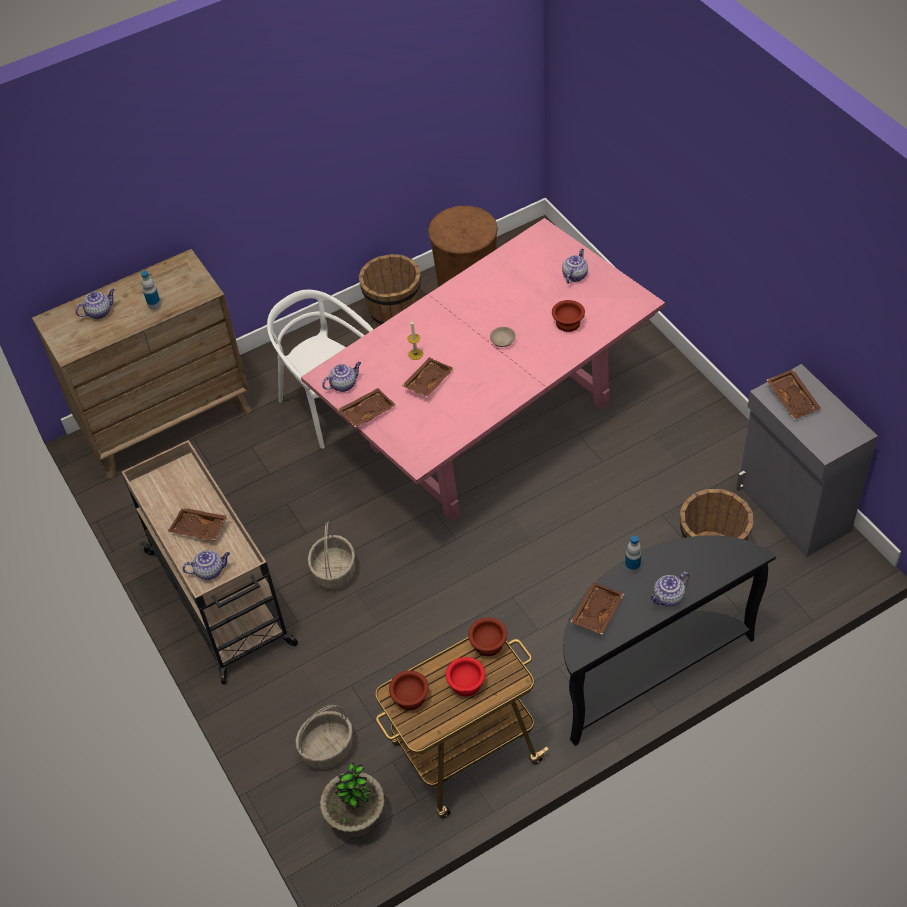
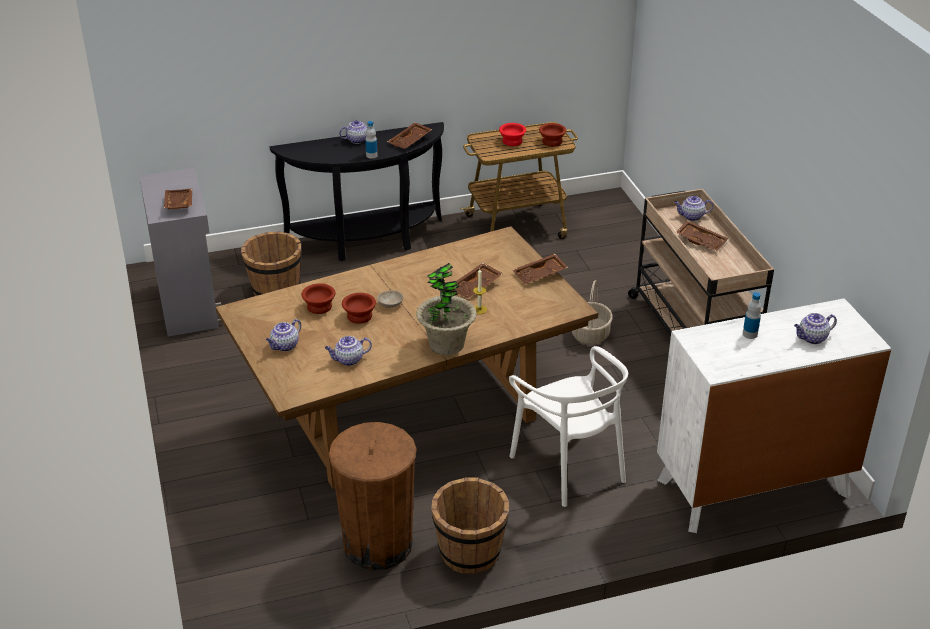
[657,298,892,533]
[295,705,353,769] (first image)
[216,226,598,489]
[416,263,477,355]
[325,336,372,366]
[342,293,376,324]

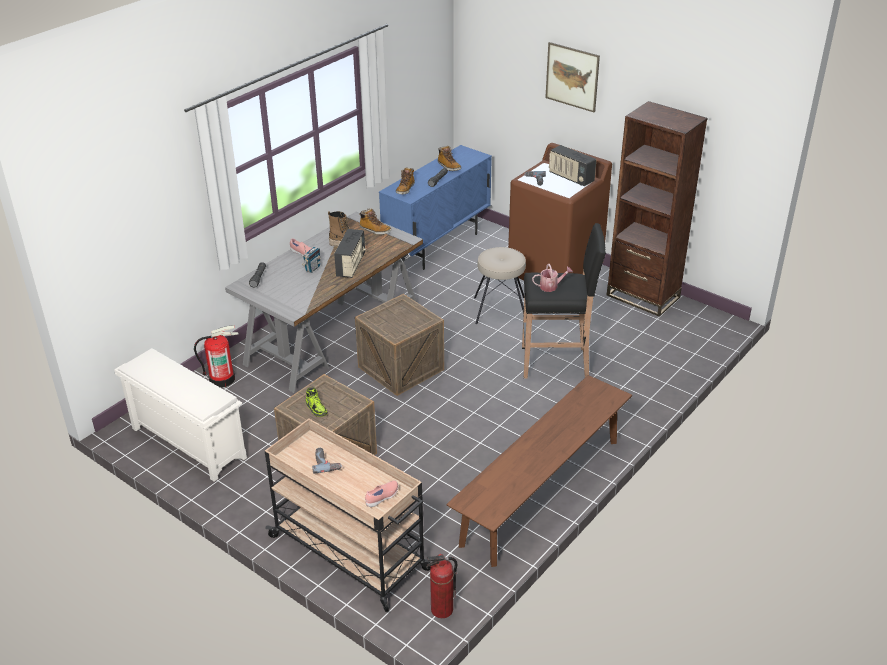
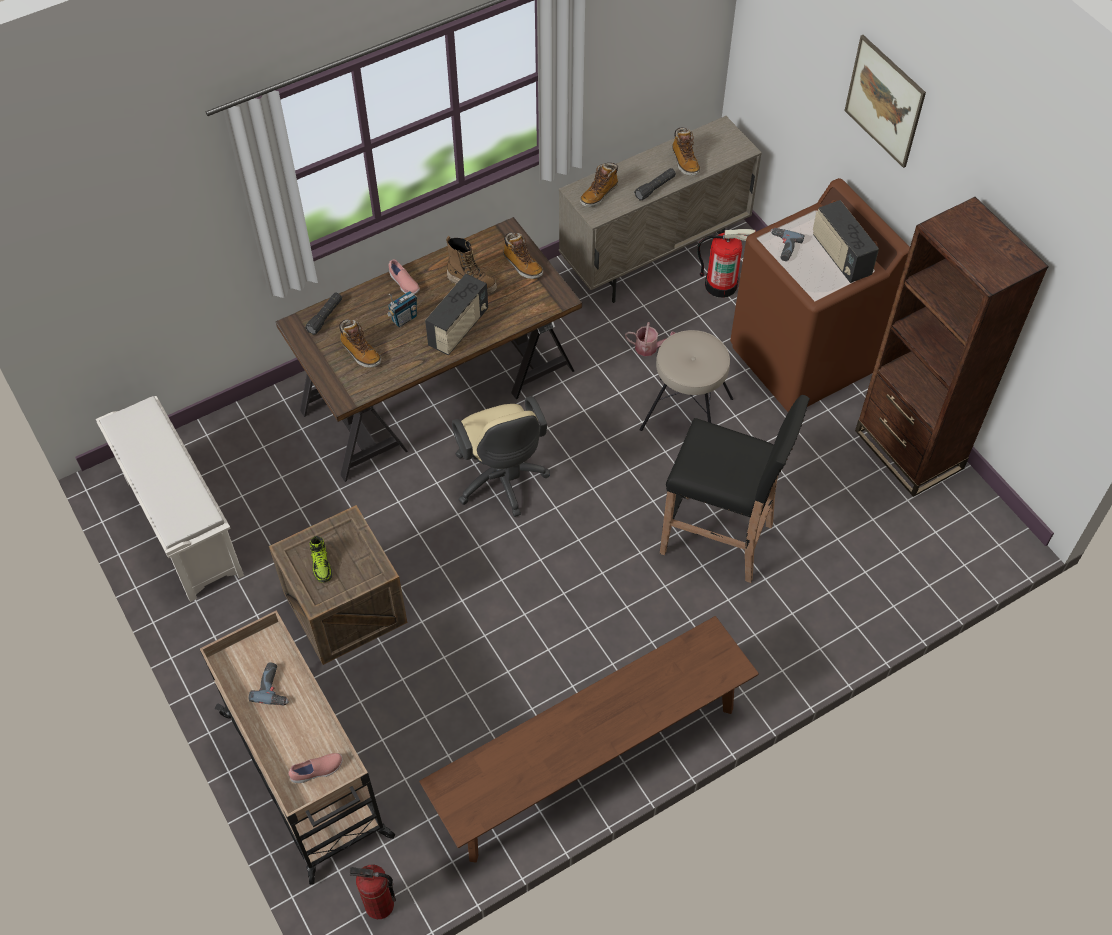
[697,229,756,298]
[276,217,582,482]
[452,396,550,517]
[559,116,762,303]
[625,322,675,356]
[339,319,381,368]

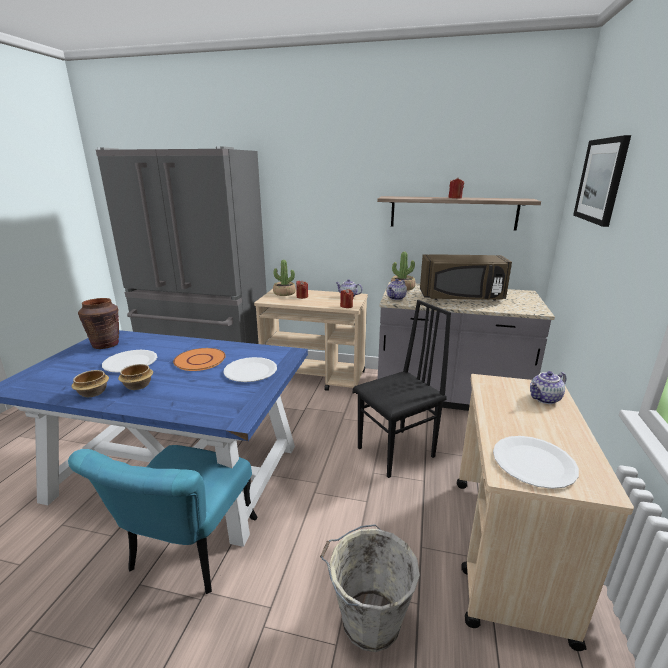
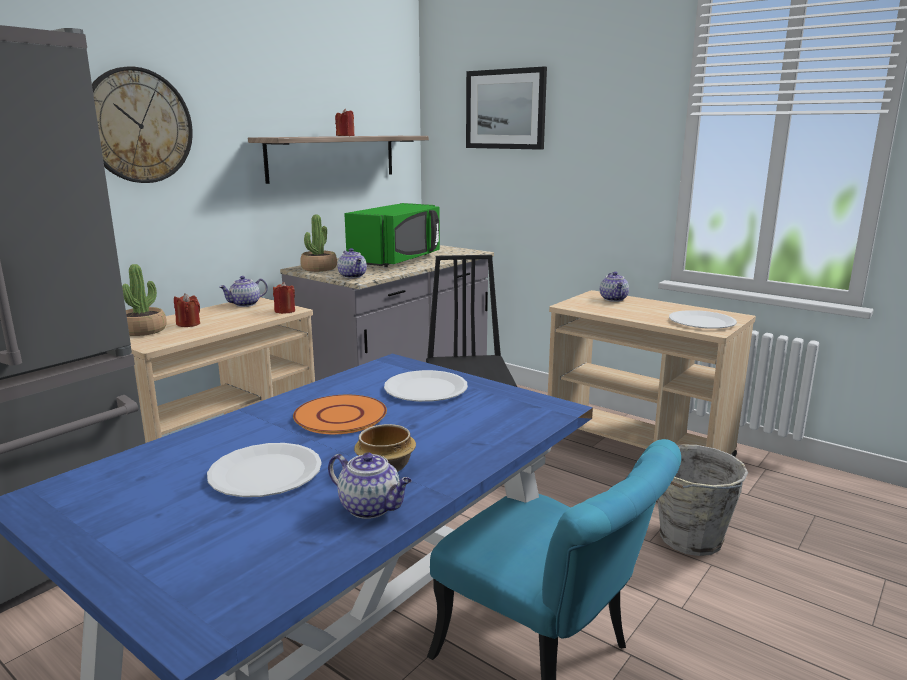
[328,452,412,519]
[78,298,119,349] (first image)
[344,203,440,267]
[92,67,193,183]

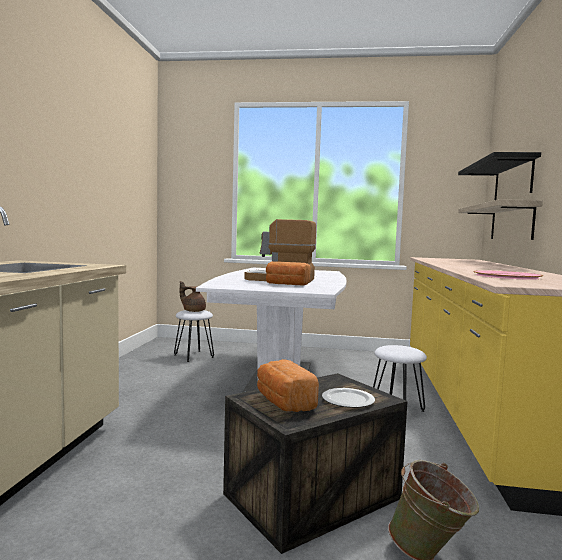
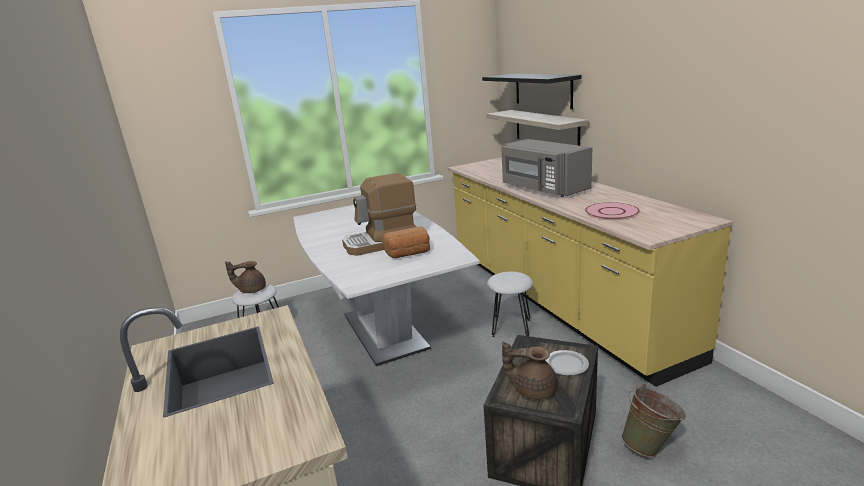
[502,342,557,400]
[501,139,592,197]

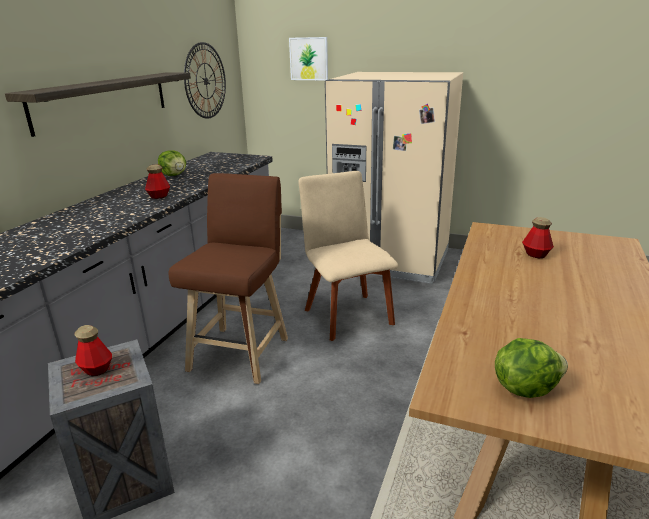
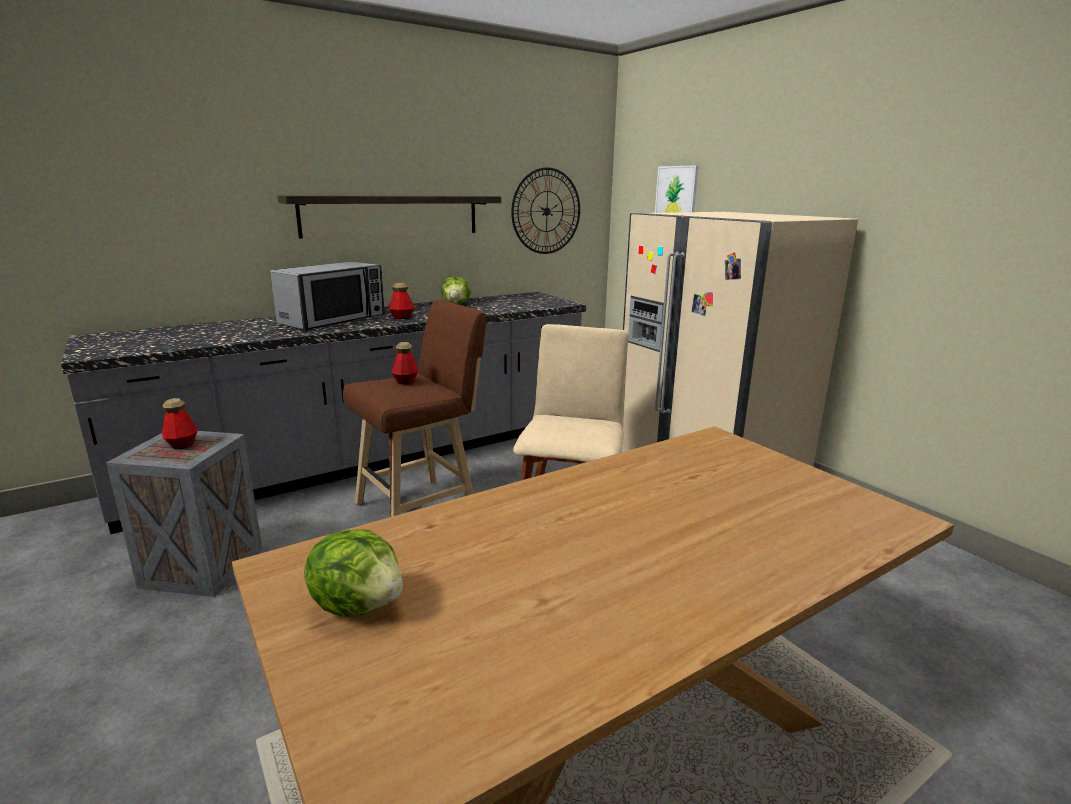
[392,342,418,384]
[270,261,385,330]

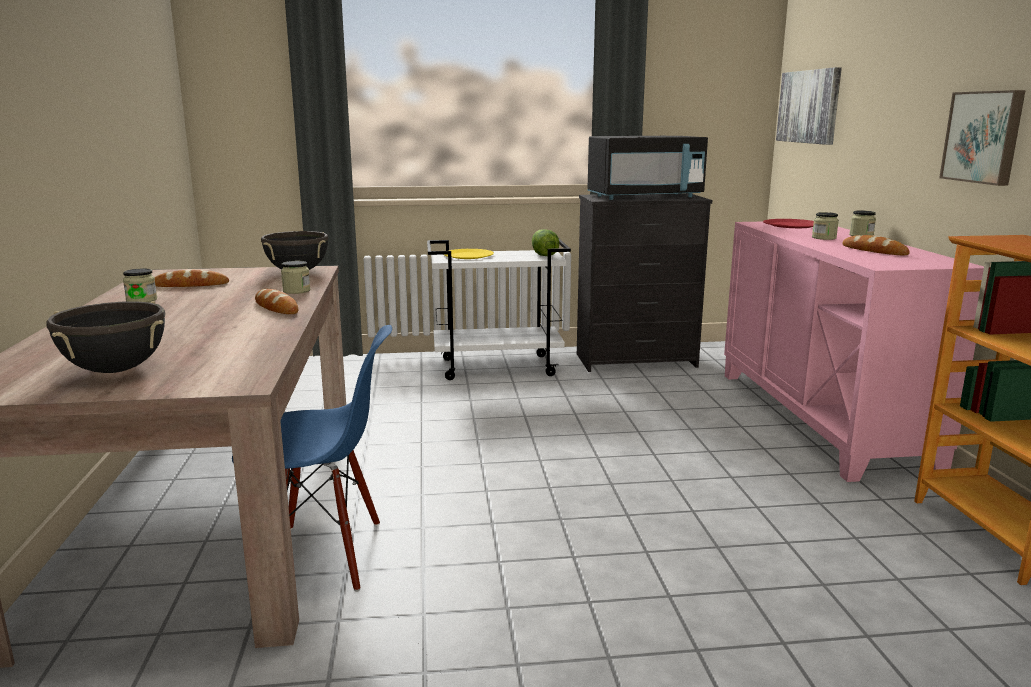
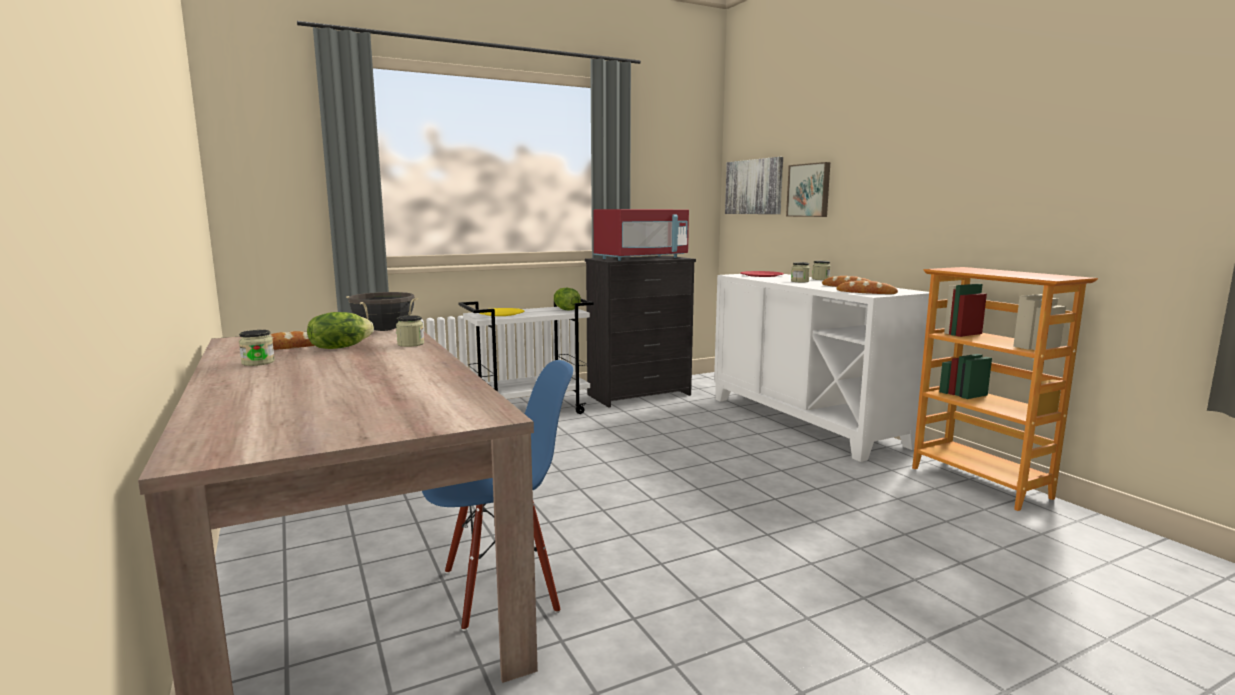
[46,301,166,373] (first image)
[837,281,898,294]
[593,209,689,261]
[714,274,929,462]
[786,162,830,217]
[307,312,374,349]

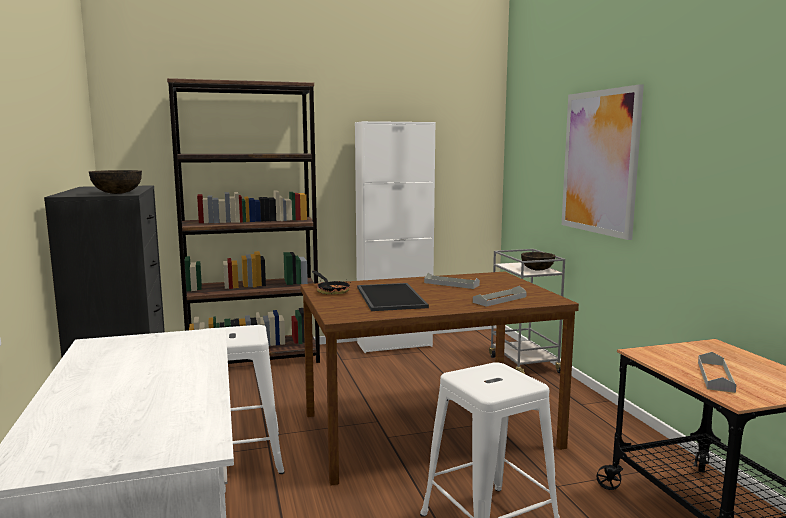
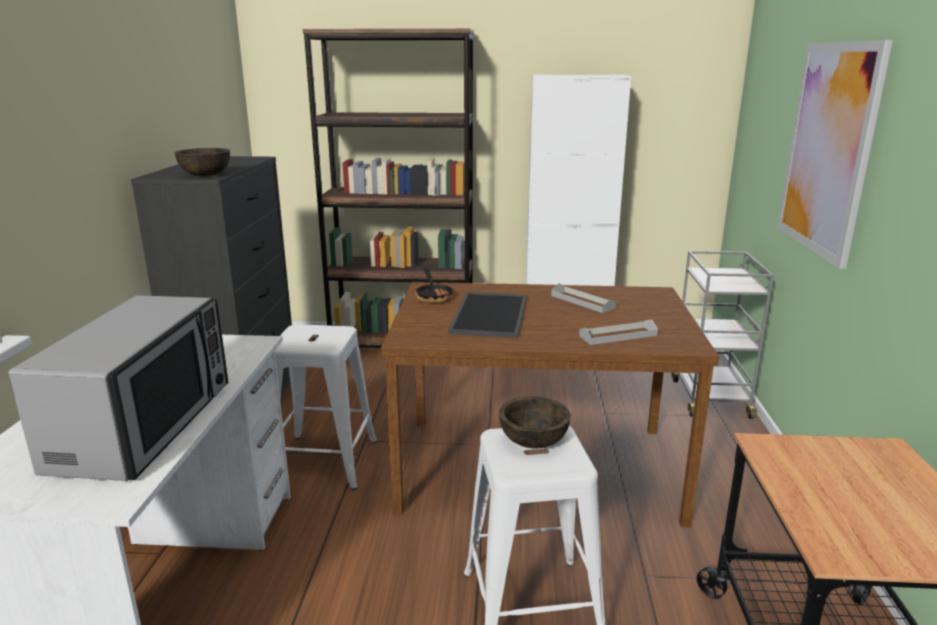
[499,396,571,448]
[698,352,737,393] (first image)
[8,295,229,481]

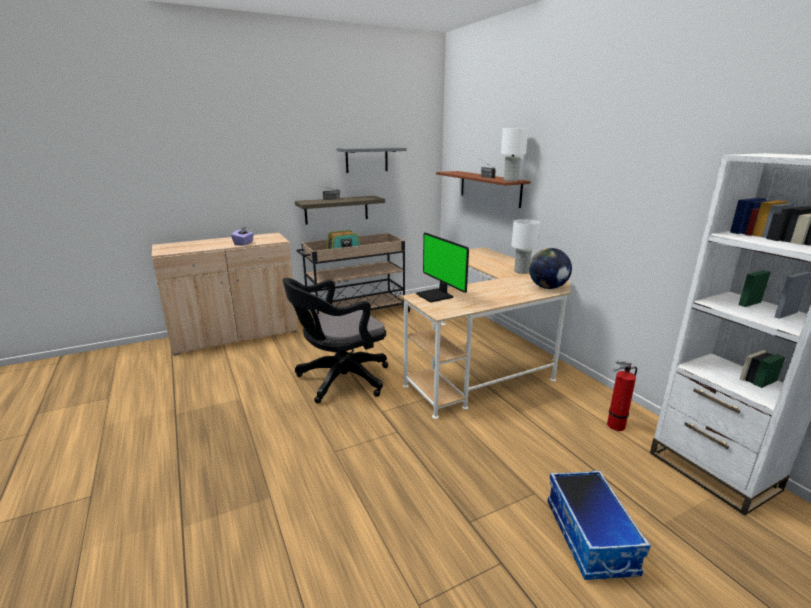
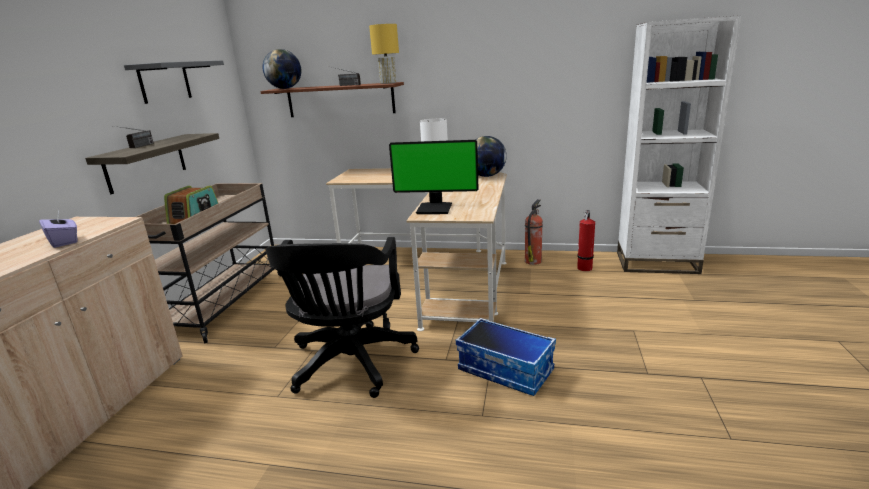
[369,24,399,84]
[456,318,556,396]
[262,49,301,89]
[525,199,543,265]

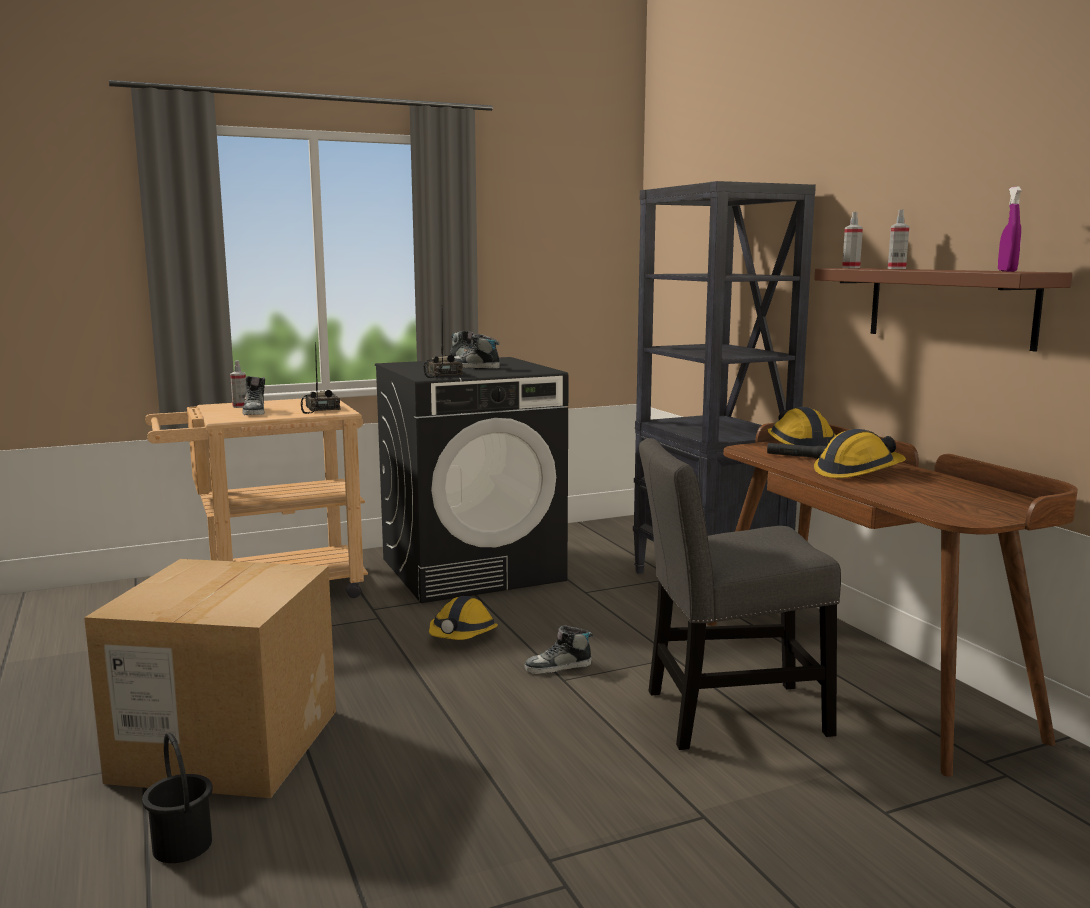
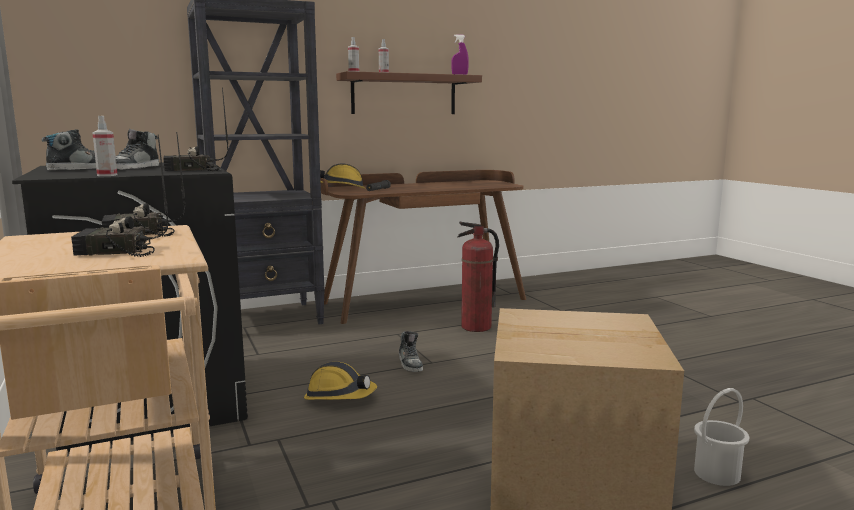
[694,388,749,486]
[92,116,117,176]
[71,135,168,257]
[458,222,499,332]
[814,429,906,478] (first image)

